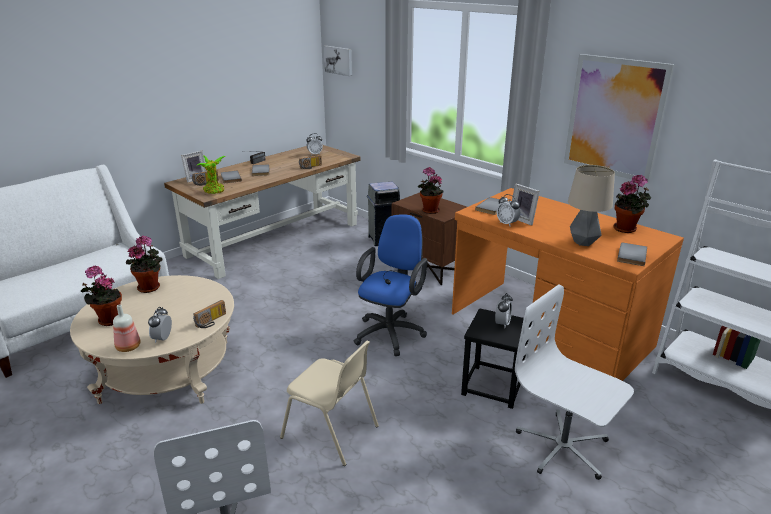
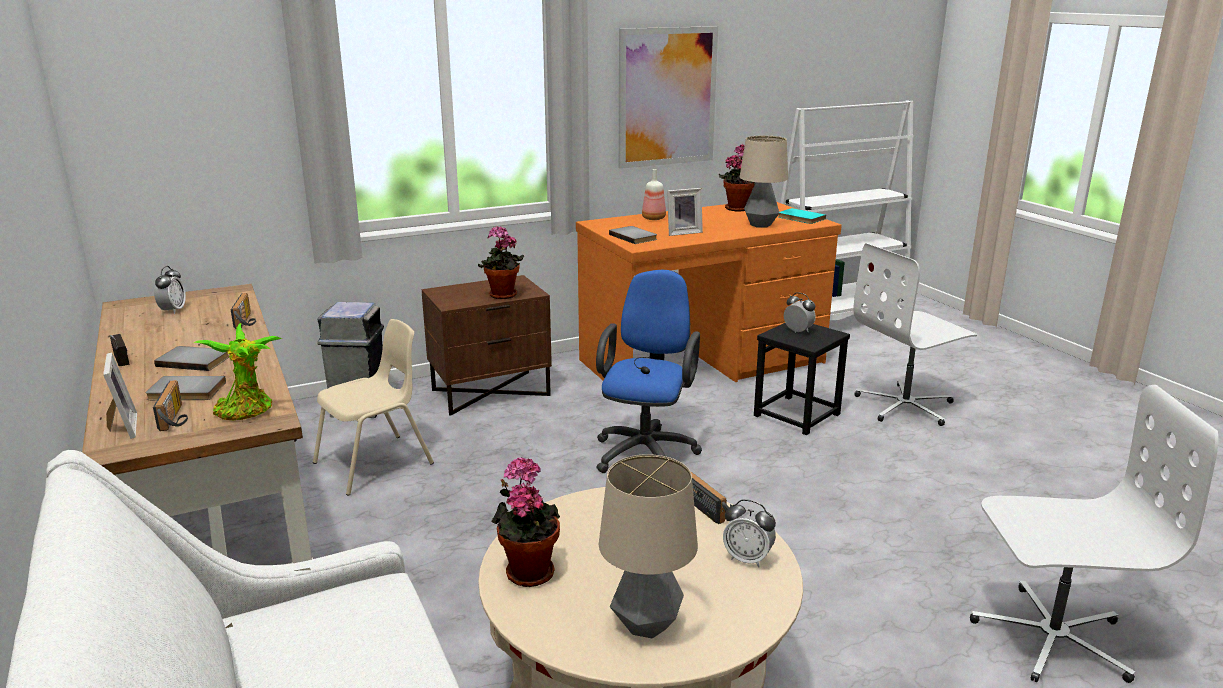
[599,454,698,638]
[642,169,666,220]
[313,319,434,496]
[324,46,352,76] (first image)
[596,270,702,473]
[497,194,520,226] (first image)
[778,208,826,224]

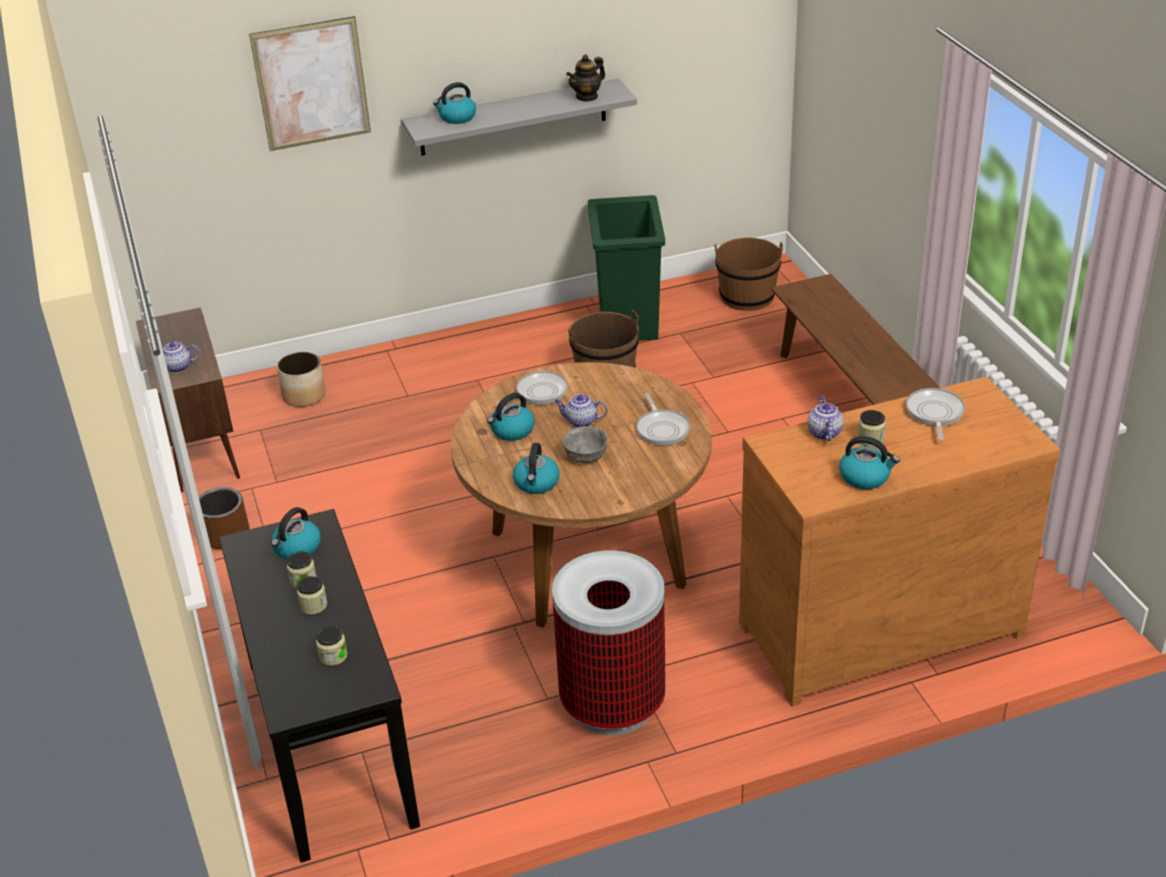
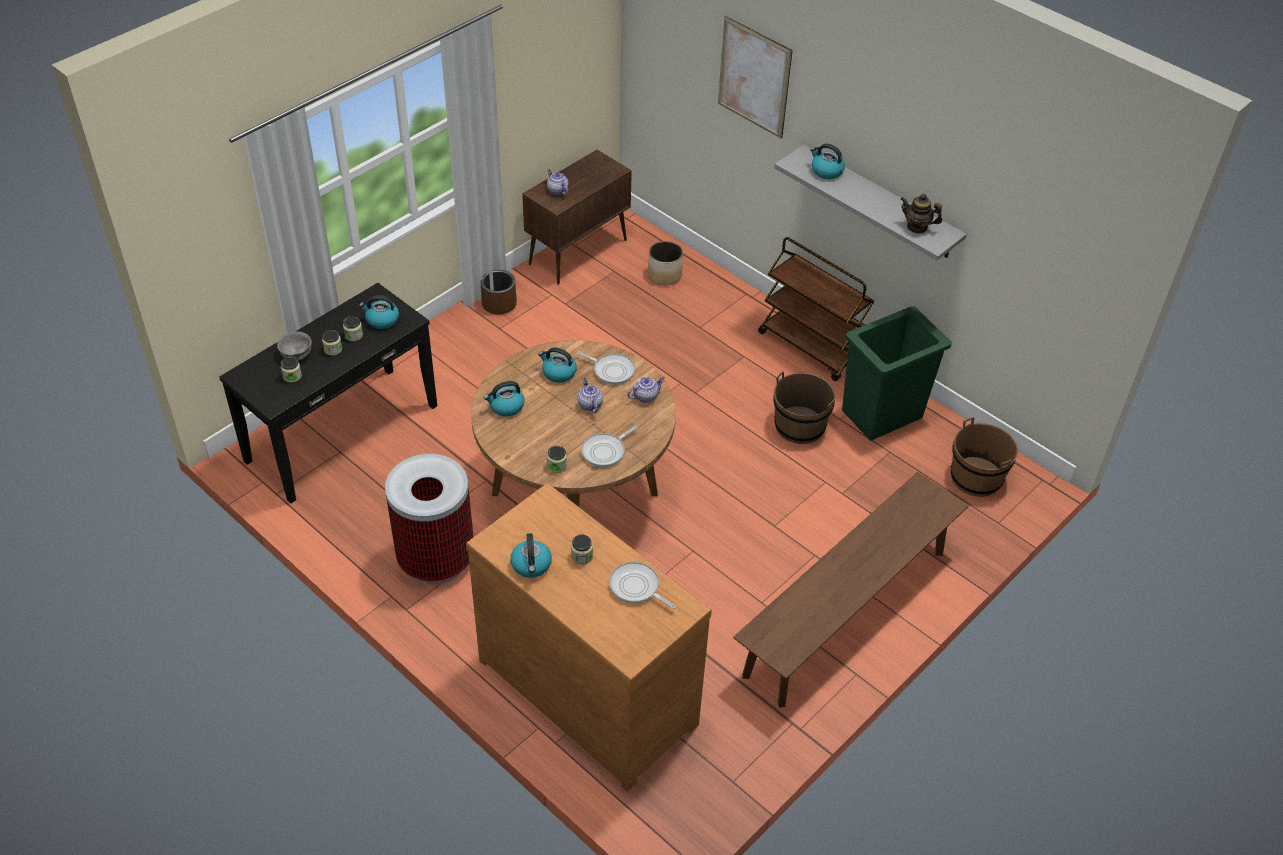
[277,331,312,361]
[627,376,665,403]
[609,562,676,609]
[547,446,567,473]
[758,237,874,381]

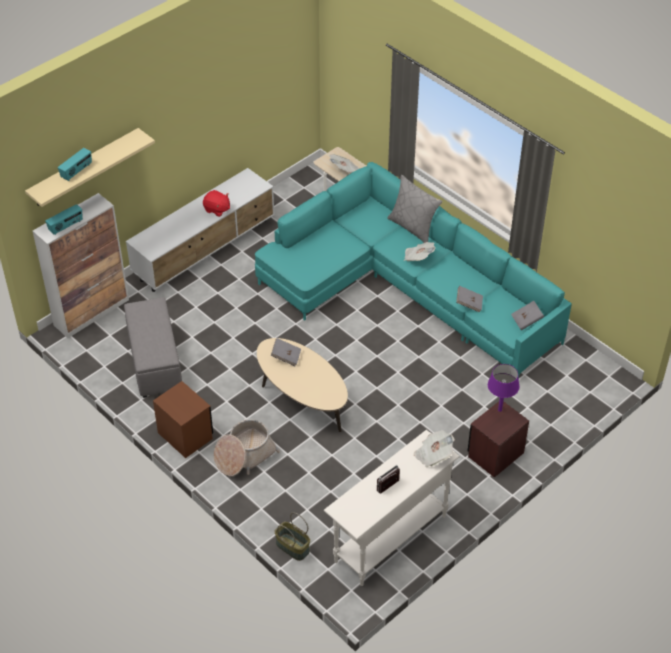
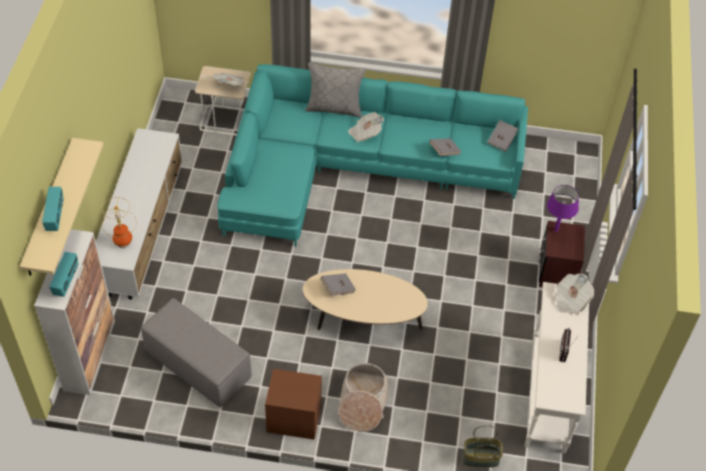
[203,190,230,217] (first image)
[102,197,137,248]

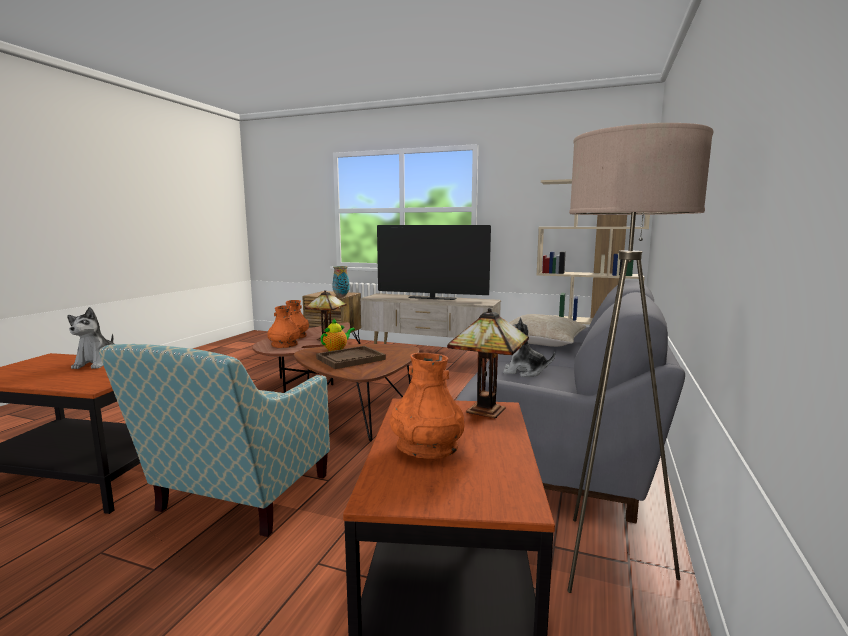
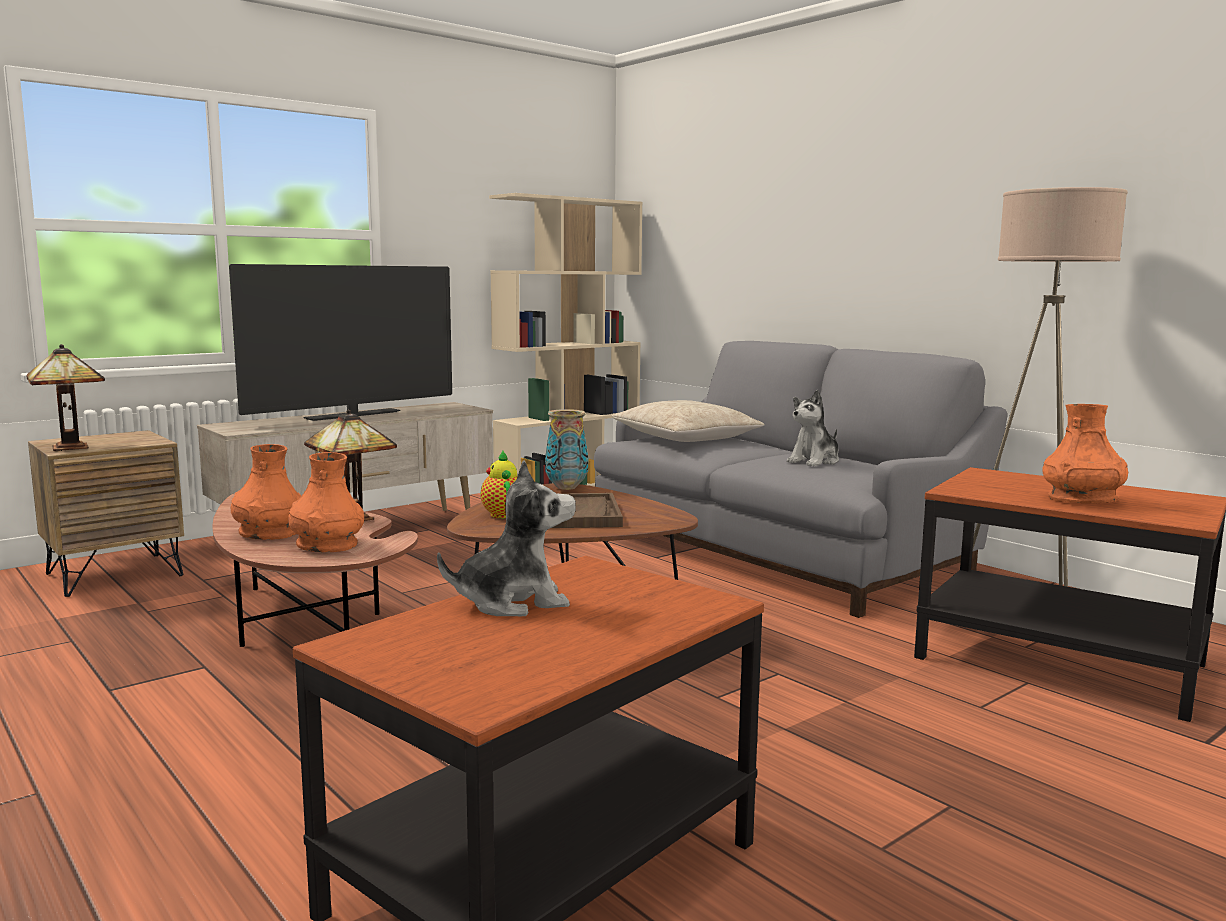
[437,460,576,616]
[99,344,330,537] (first image)
[545,409,588,490]
[26,344,105,451]

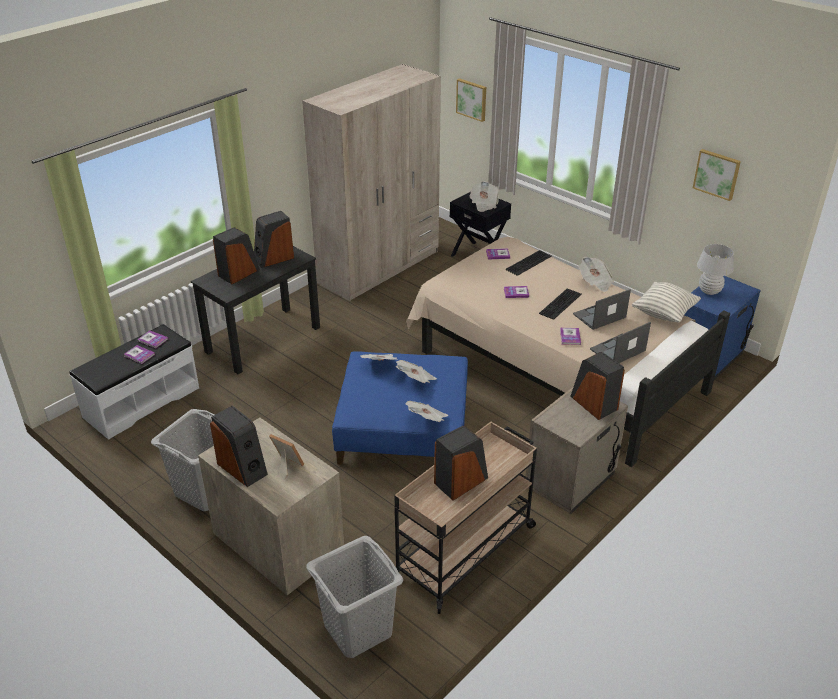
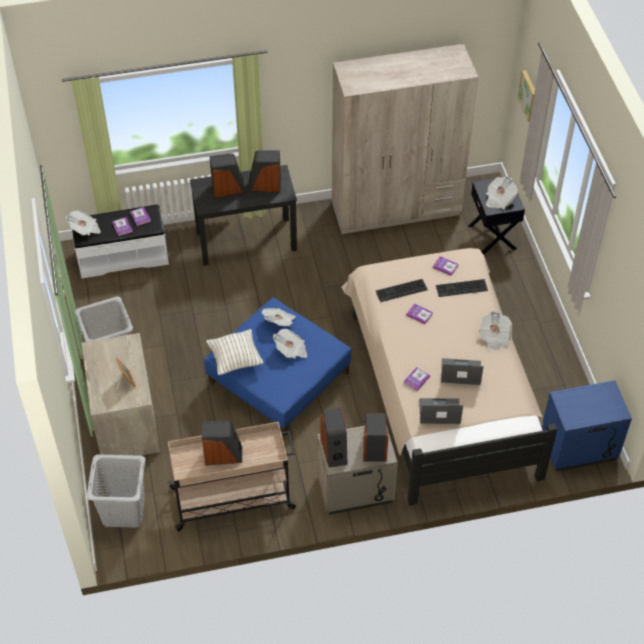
[321,408,347,467]
[66,210,101,235]
[376,279,428,302]
[206,329,264,375]
[693,149,741,201] (first image)
[697,244,734,295] (first image)

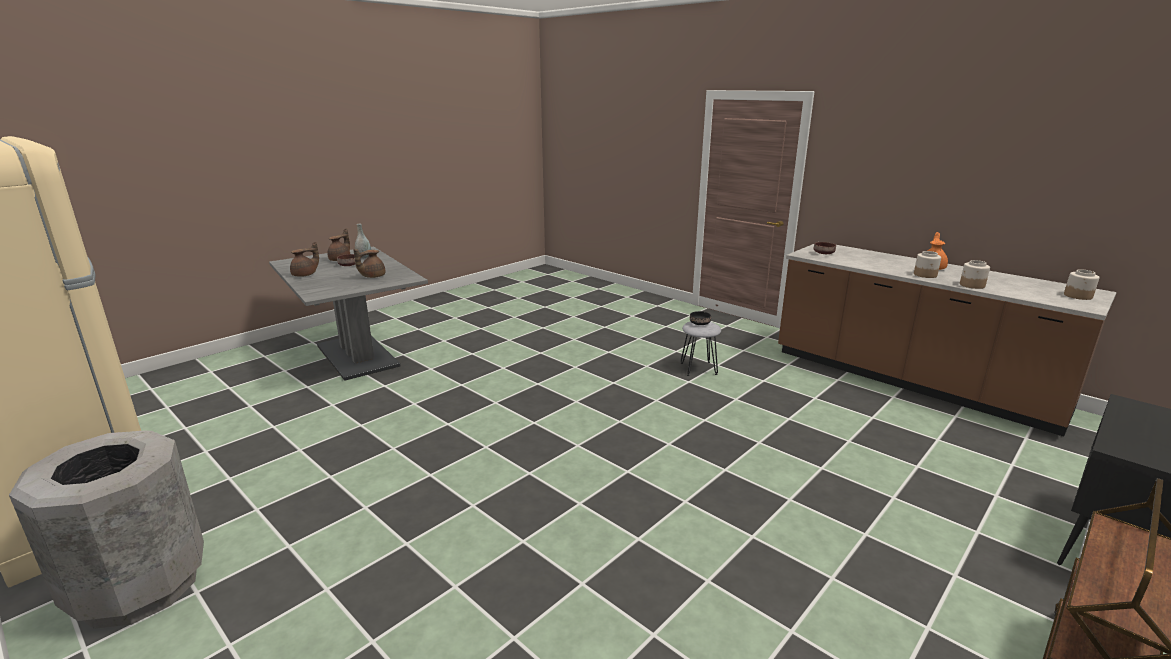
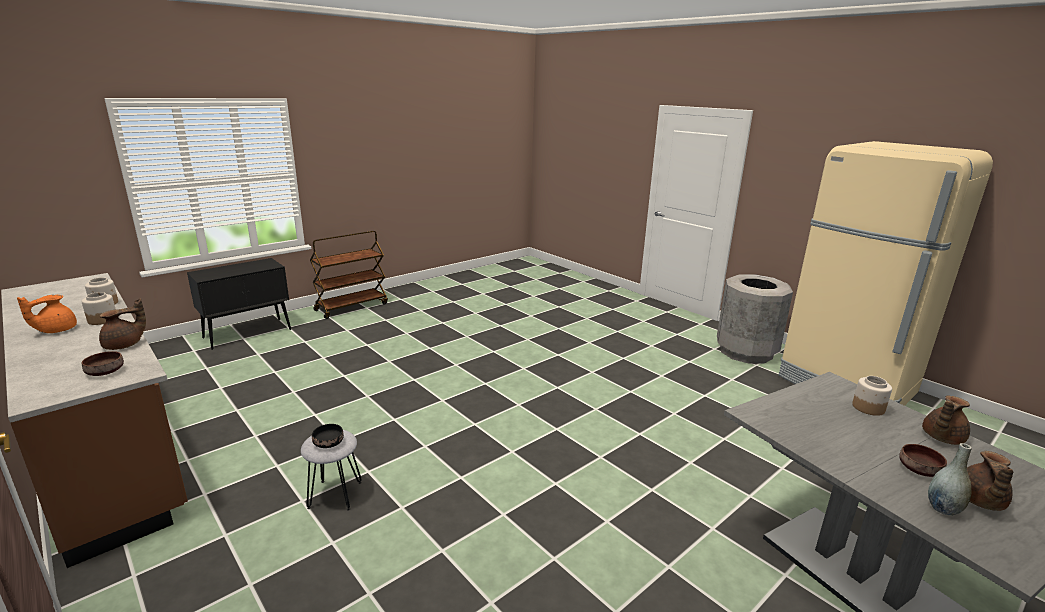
[99,298,146,350]
[852,376,892,416]

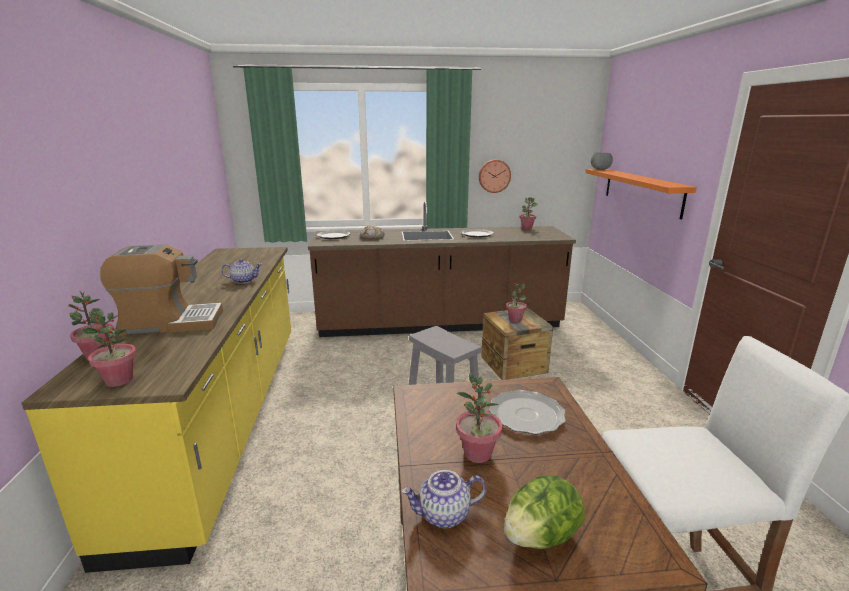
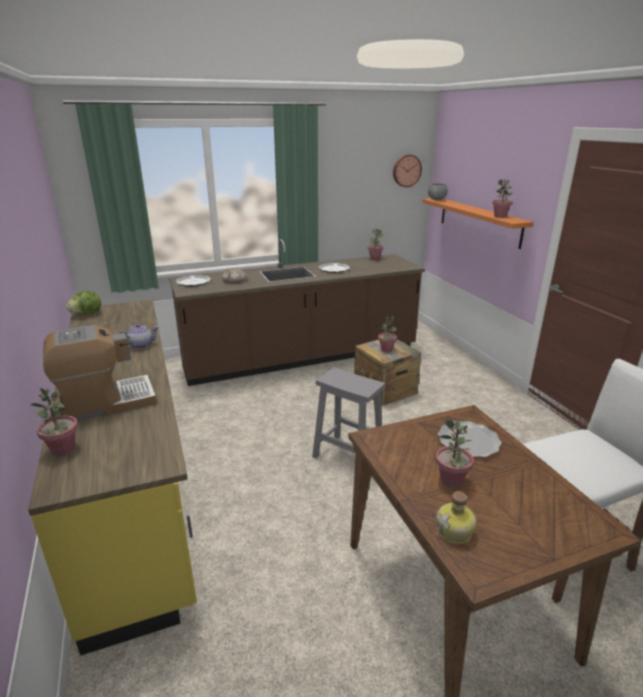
[492,179,513,218]
[436,491,477,544]
[393,154,422,187]
[66,291,101,315]

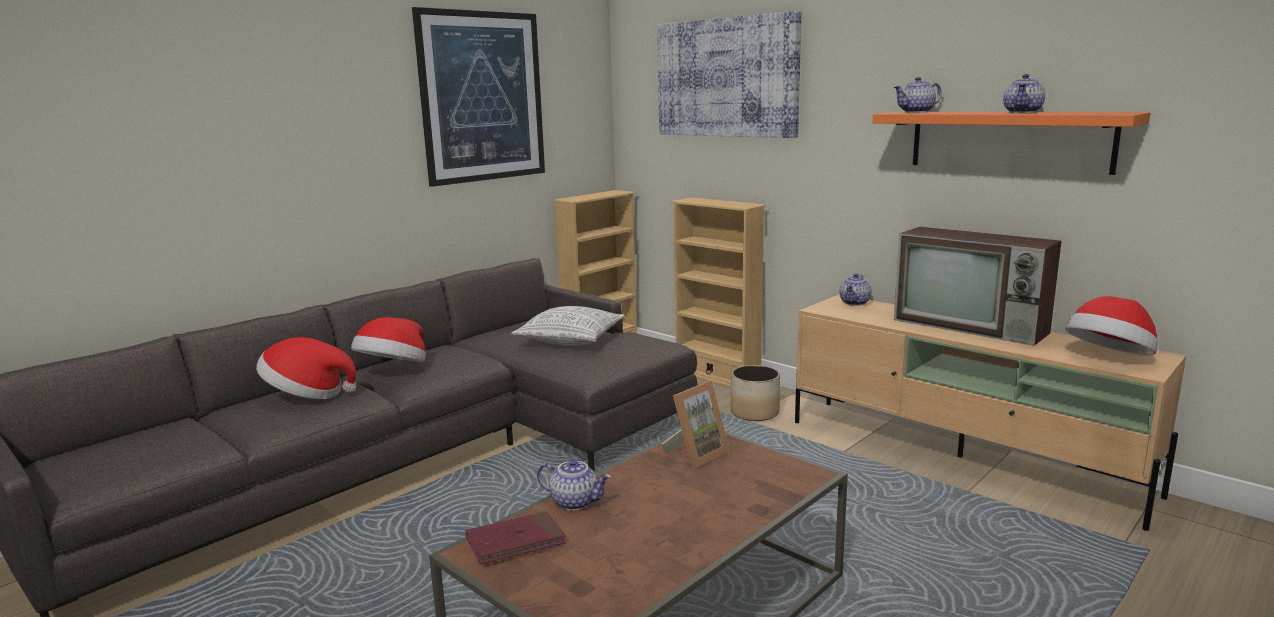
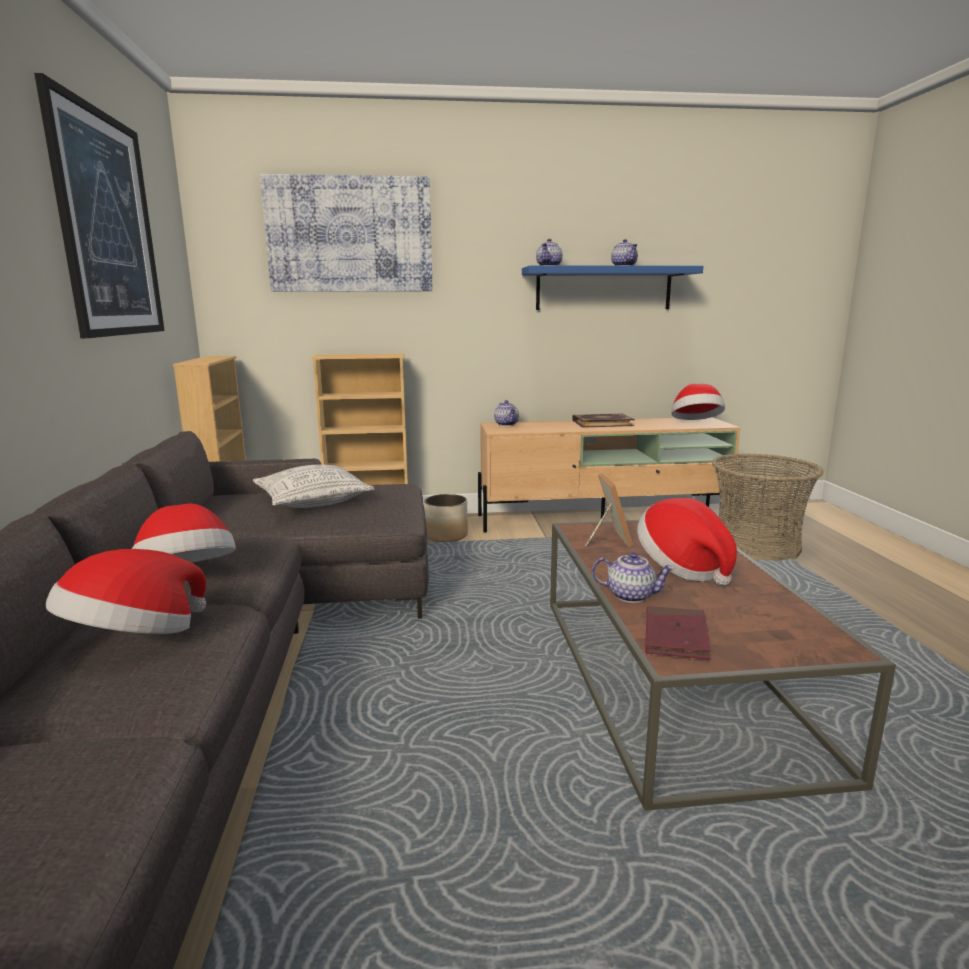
[592,552,675,603]
[522,266,703,310]
[572,413,635,428]
[637,498,737,586]
[712,453,823,561]

